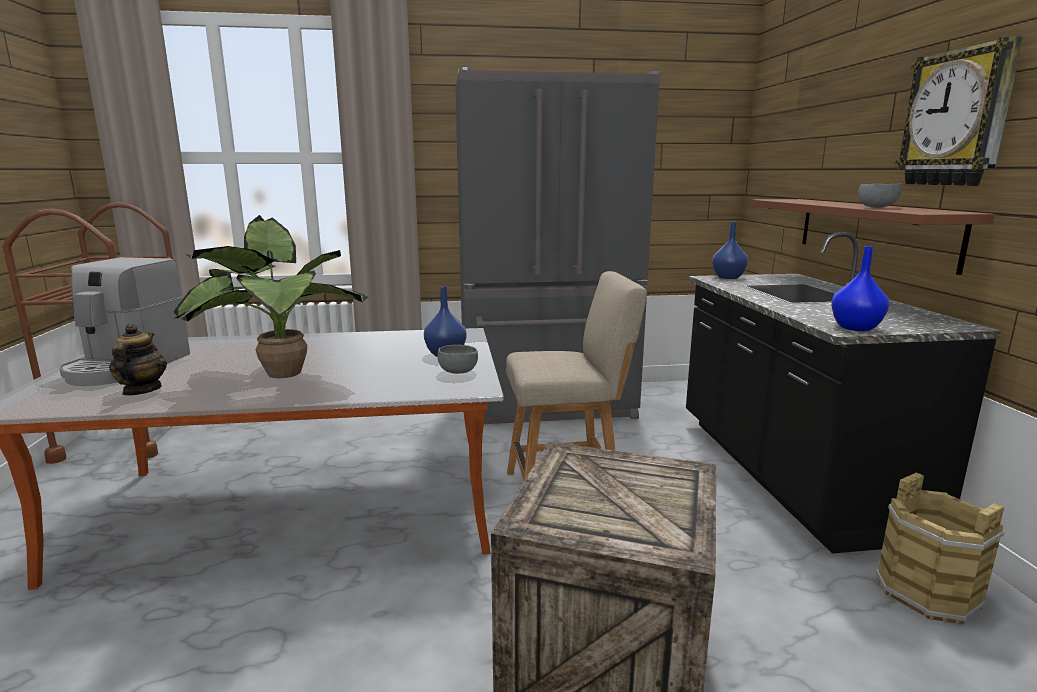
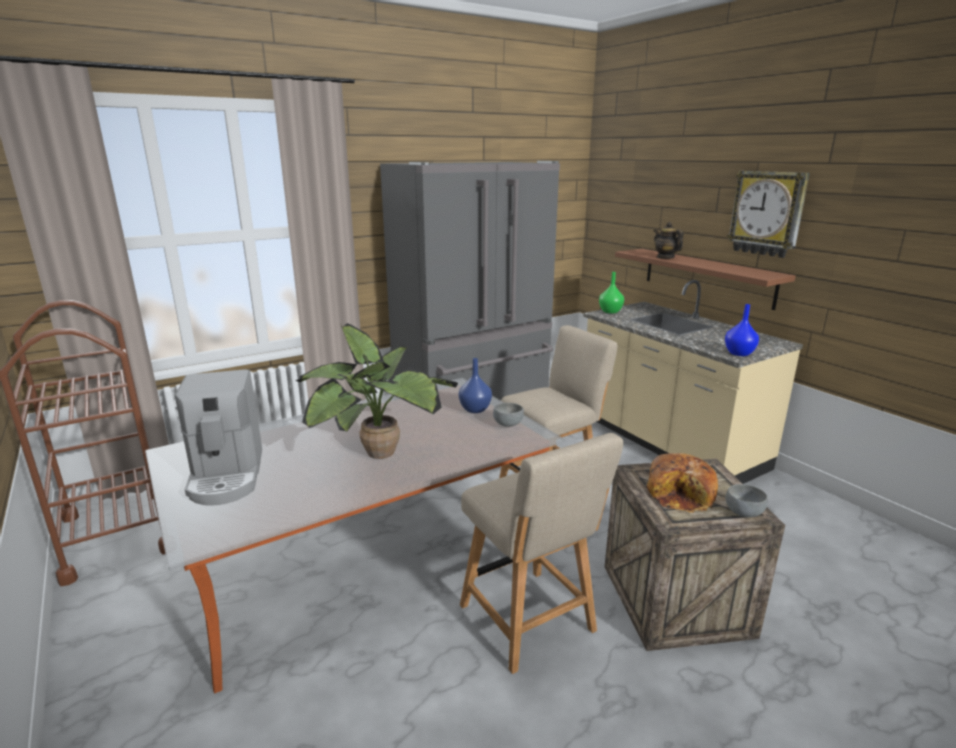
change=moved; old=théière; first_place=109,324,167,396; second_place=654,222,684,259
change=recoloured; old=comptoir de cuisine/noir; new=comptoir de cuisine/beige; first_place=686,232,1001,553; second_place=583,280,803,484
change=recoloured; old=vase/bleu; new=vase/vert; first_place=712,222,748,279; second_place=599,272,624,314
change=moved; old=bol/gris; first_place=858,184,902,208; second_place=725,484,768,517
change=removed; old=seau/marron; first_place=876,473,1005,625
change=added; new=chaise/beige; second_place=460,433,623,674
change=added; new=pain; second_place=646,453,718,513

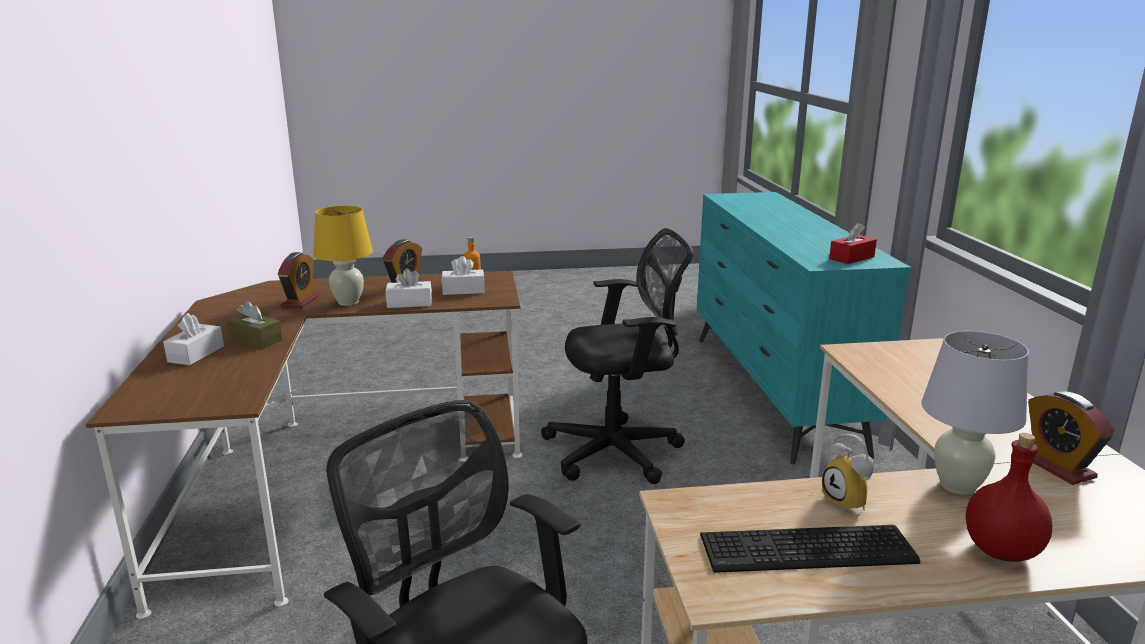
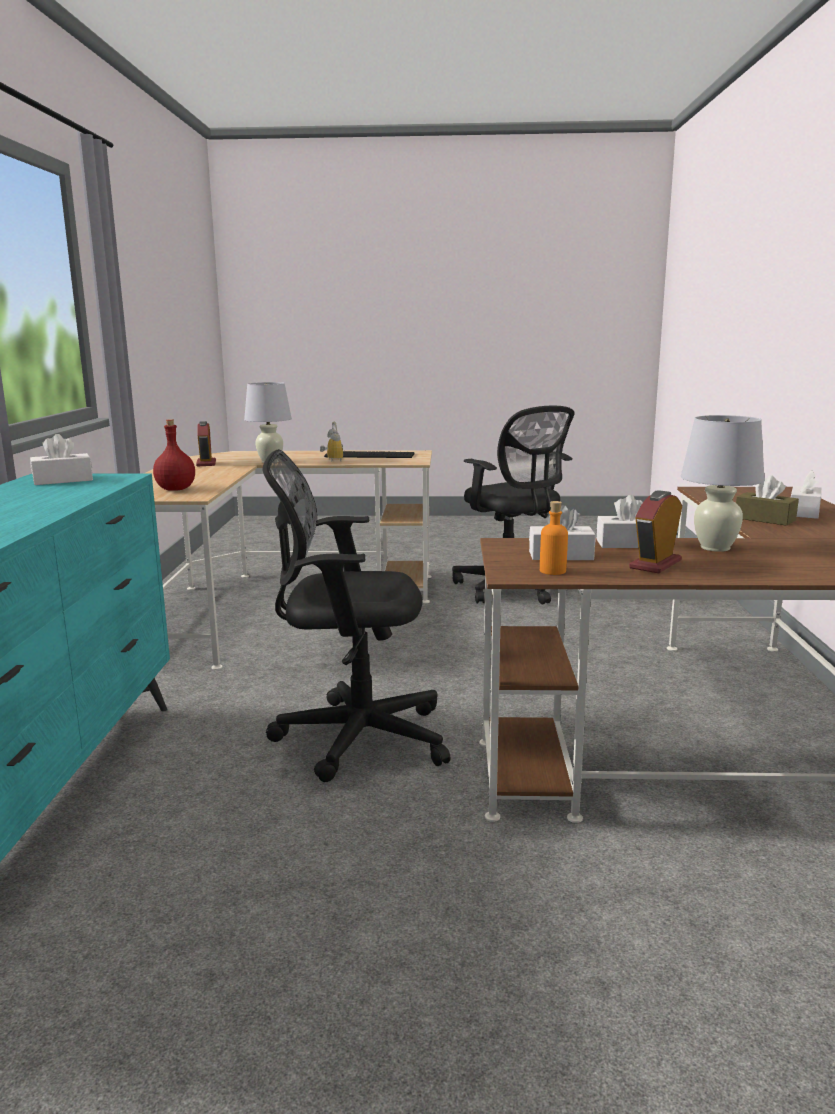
change=removed; old=réveil; first_place=278,252,319,309
change=recoloured; old=lampe de table/jaune; new=lampe de table/blanc; first_place=313,206,373,306; second_place=681,415,765,552
change=recoloured; old=boîte à mouchoirs/rouge; new=boîte à mouchoirs/blanc; first_place=829,222,877,264; second_place=30,434,93,485
change=moved; old=bouteille/rouge; first_place=966,433,1052,562; second_place=153,419,195,491

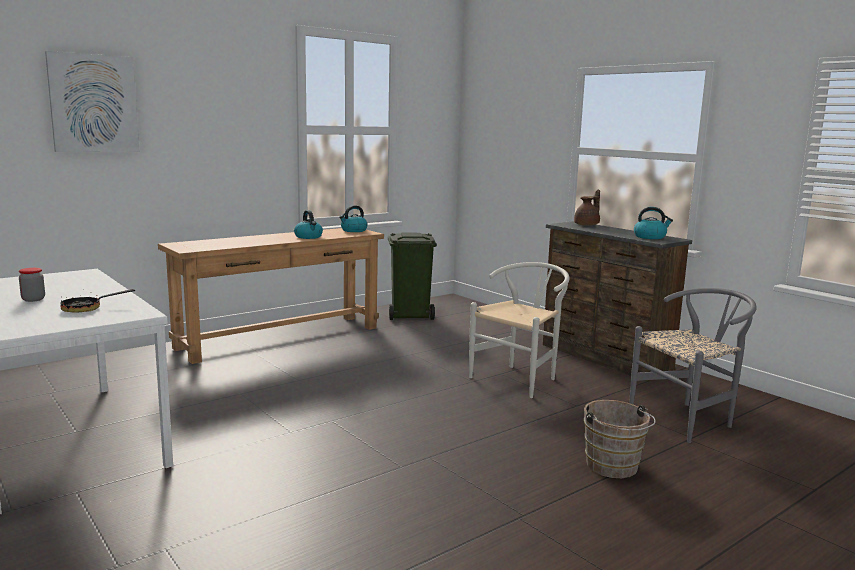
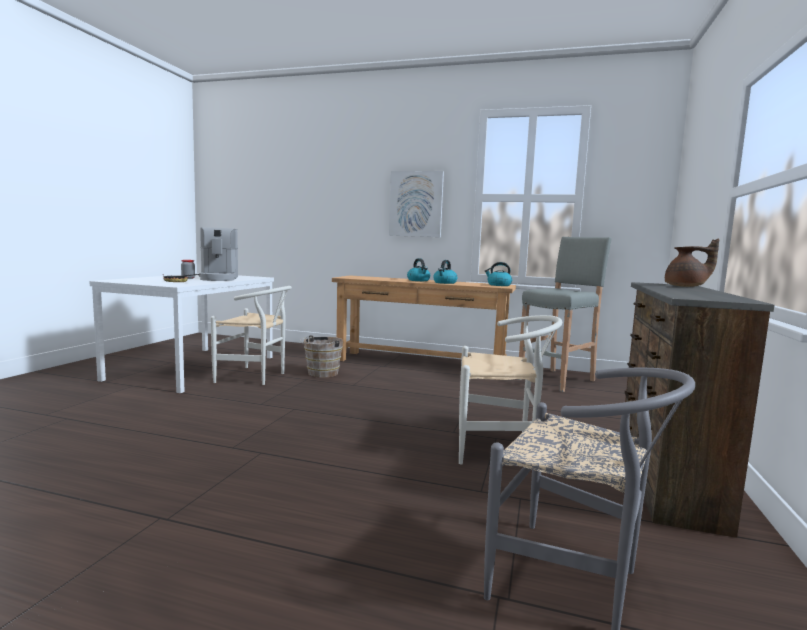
change=moved; old=tableau; first_place=45,51,140,152; second_place=389,171,444,237
change=replaced; old=poubelle/vert; new=tabouret/gris; first_place=388,233,437,320; second_place=517,237,612,392
change=moved; old=seau/marron; first_place=584,400,656,478; second_place=300,335,343,377
change=moved; old=bouilloire; first_place=634,207,673,239; second_place=407,258,430,281
change=added; new=machine à café; second_place=199,227,238,281
change=added; new=chaise/blanc; second_place=211,286,292,385

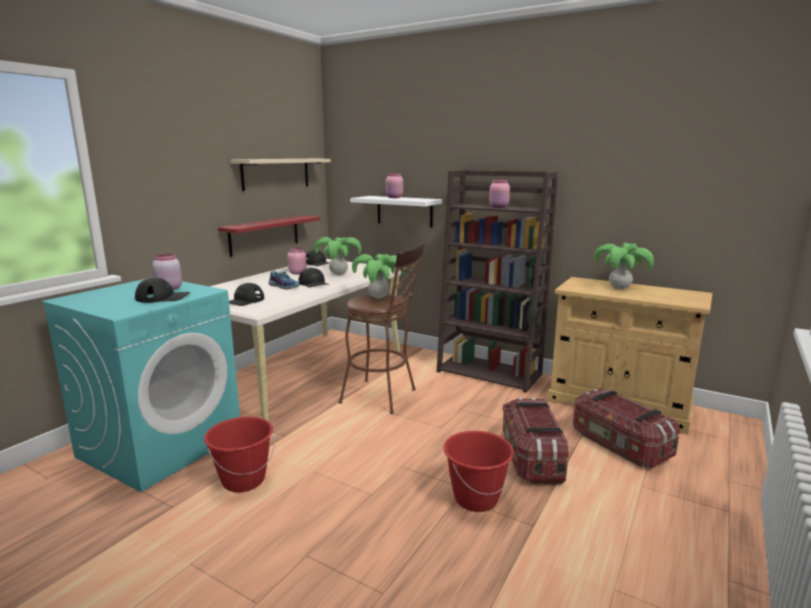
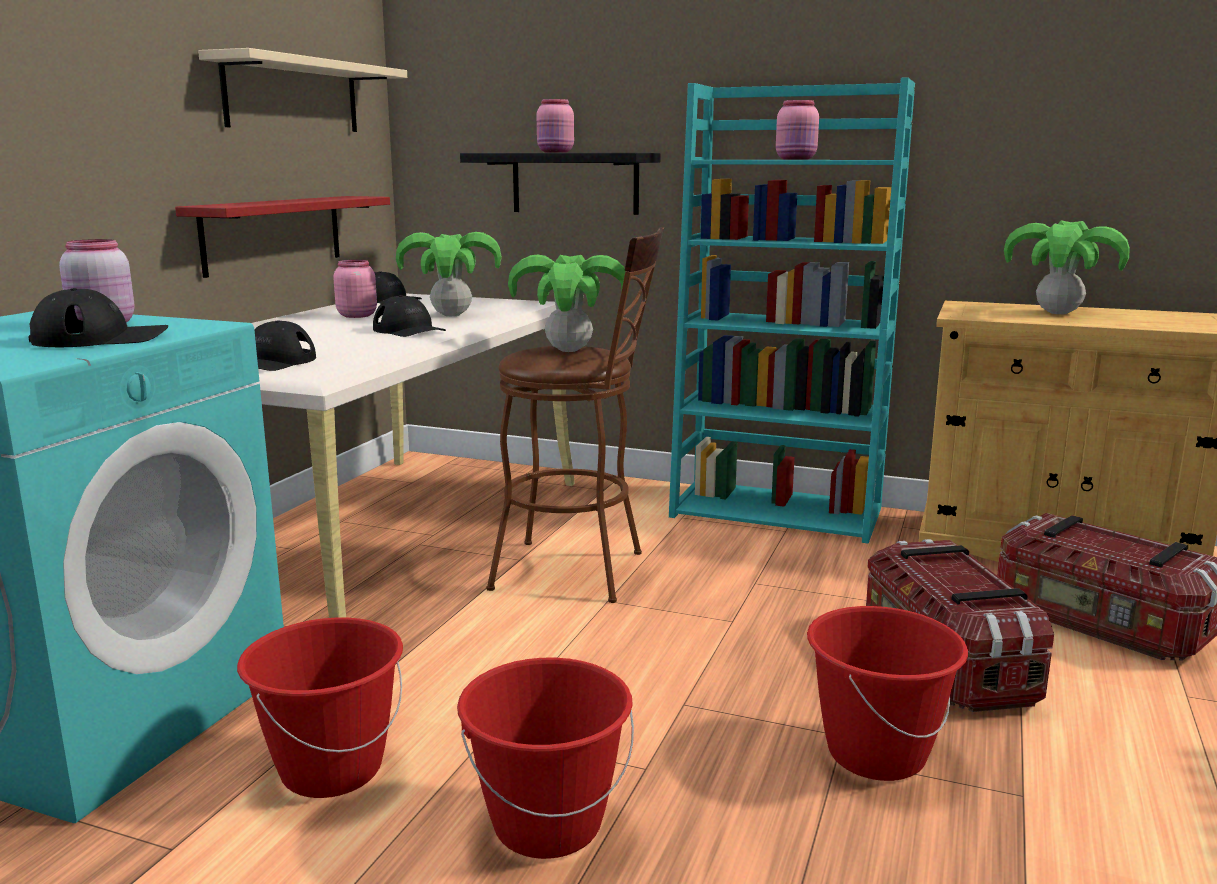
change=removed; old=chaussure; first_place=269,270,299,290
change=recoloured; old=étagère/blanc; new=étagère/noir; first_place=350,196,442,227; second_place=460,153,661,215
change=recoloured; old=bibliothèque/marron; new=bibliothèque/turquoise; first_place=437,170,558,393; second_place=669,77,915,543
change=added; new=seau/rouge; second_place=457,658,634,859

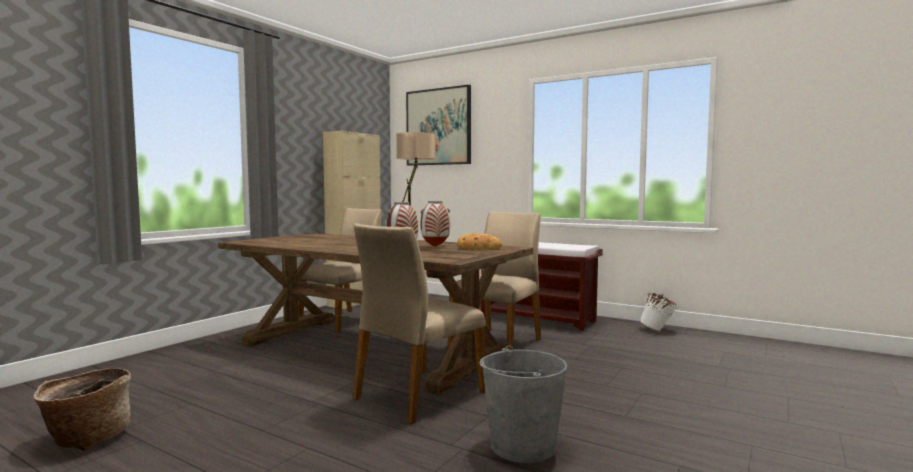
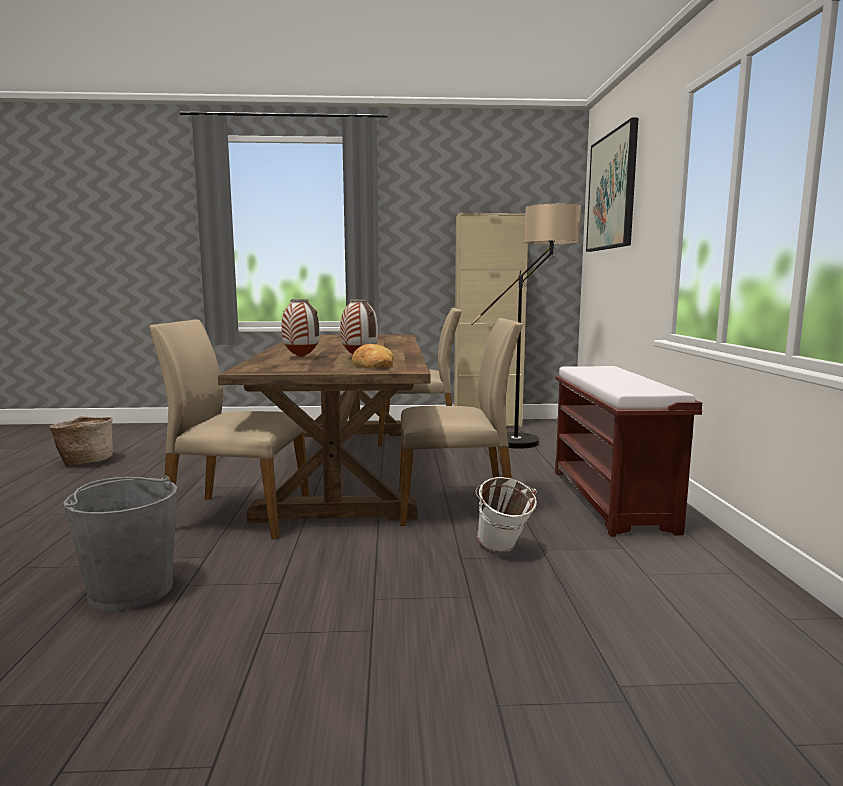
change=moved; old=seau/blanc; first_place=640,292,679,331; second_place=476,477,537,552

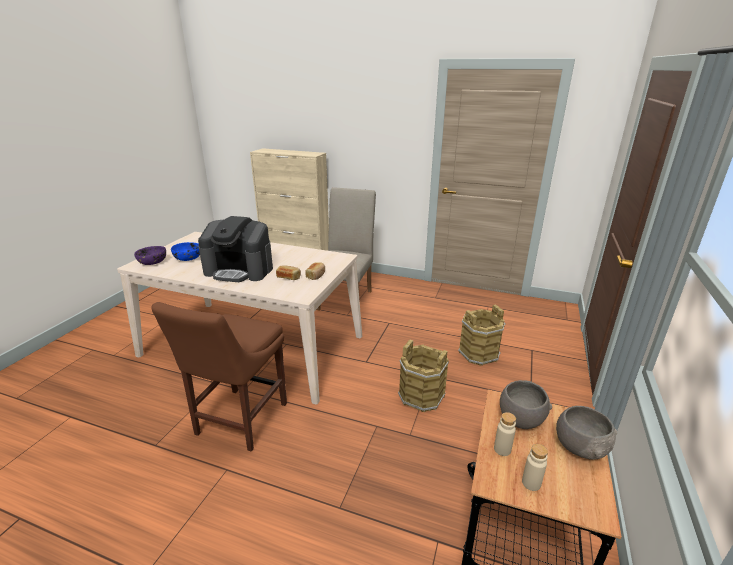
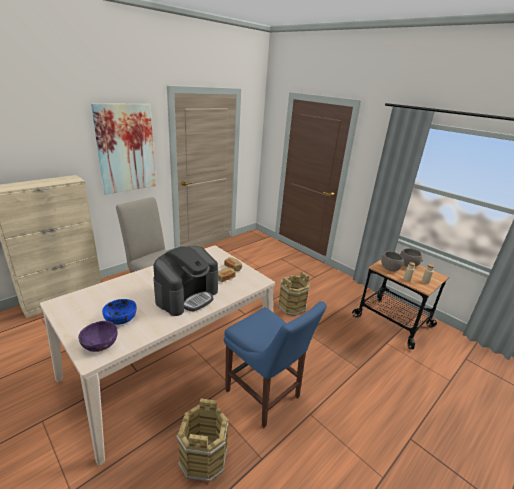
change=recoloured; old=chaise/marron; new=chaise/bleu; first_place=151,302,287,452; second_place=224,301,327,428
change=moved; old=seau/marron; first_place=458,305,506,366; second_place=177,399,229,482
change=added; new=tableau; second_place=91,104,156,195

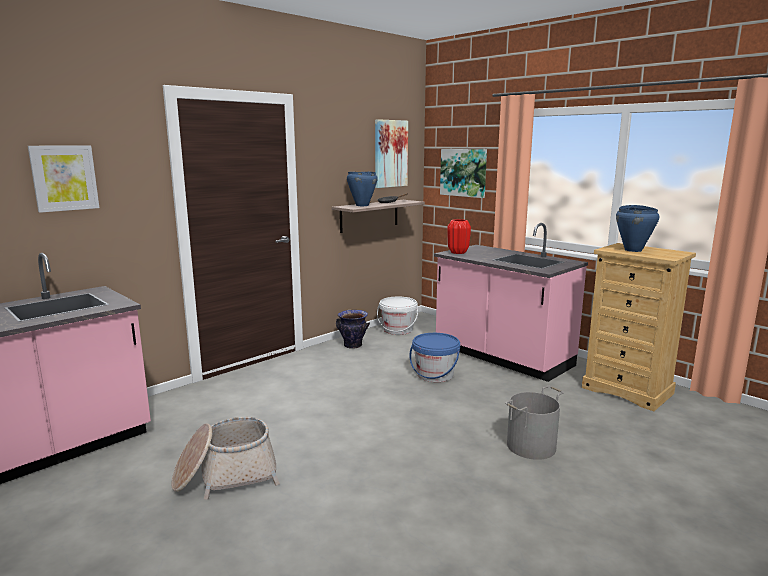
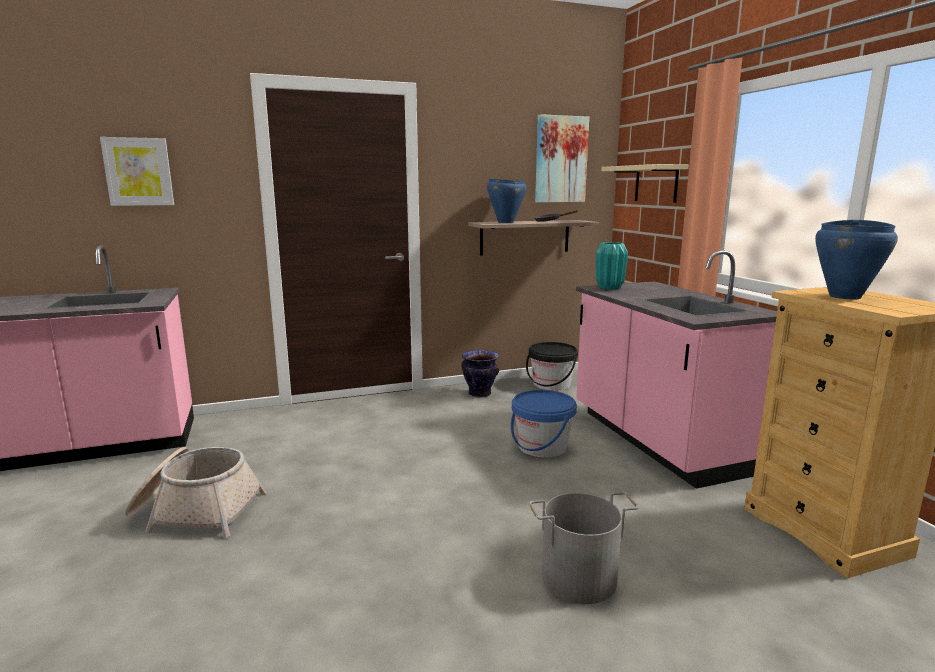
change=recoloured; old=seau/blanc; new=seau/noir; first_place=377,297,418,335; second_place=526,342,578,391
change=replaced; old=tableau; new=étagère/beige; first_place=440,149,487,198; second_place=601,164,689,203
change=recoloured; old=vase/rouge; new=vase/turquoise; first_place=447,219,471,254; second_place=596,242,628,290

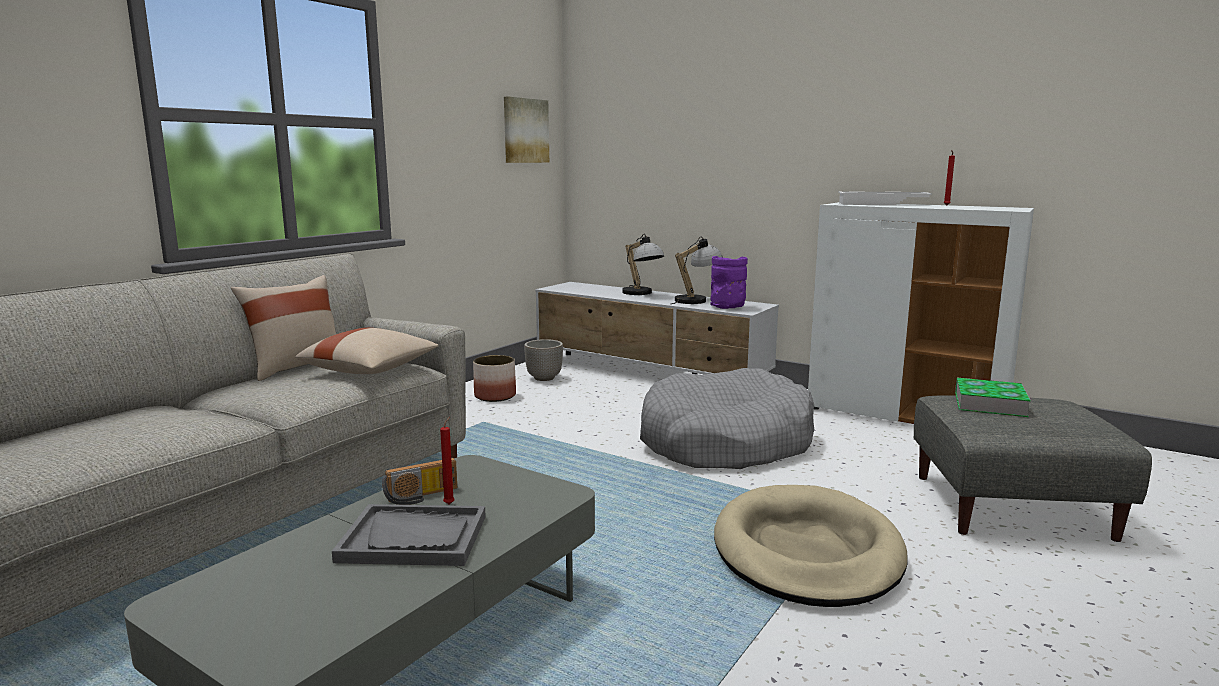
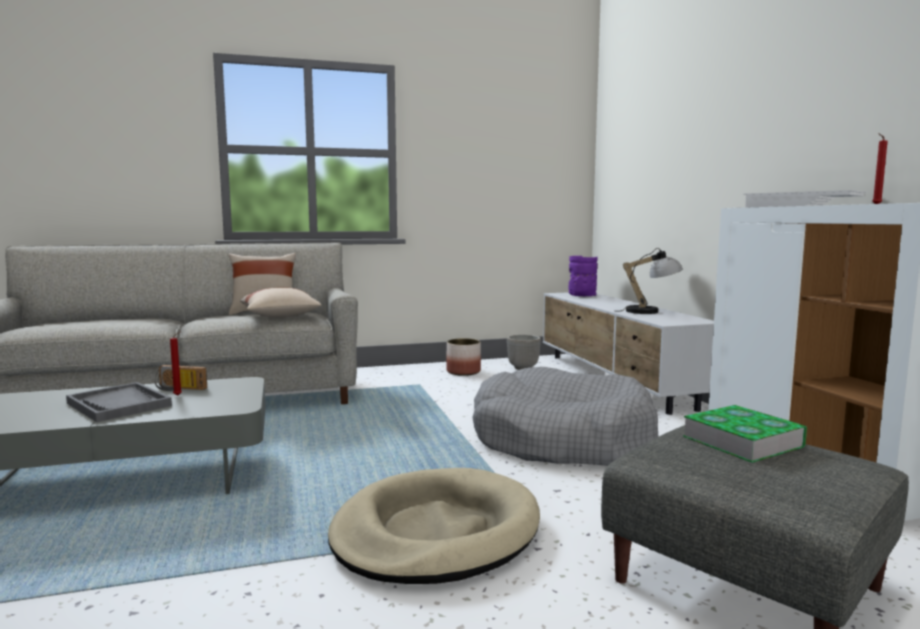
change=removed; old=tableau; first_place=504,96,549,163
change=removed; old=lampe de table; first_place=622,233,664,295
change=moved; old=vase/violet; first_place=710,256,748,309; second_place=569,256,598,296

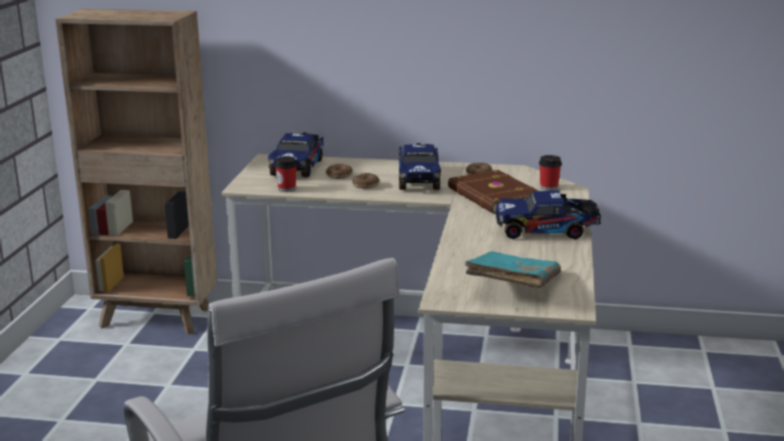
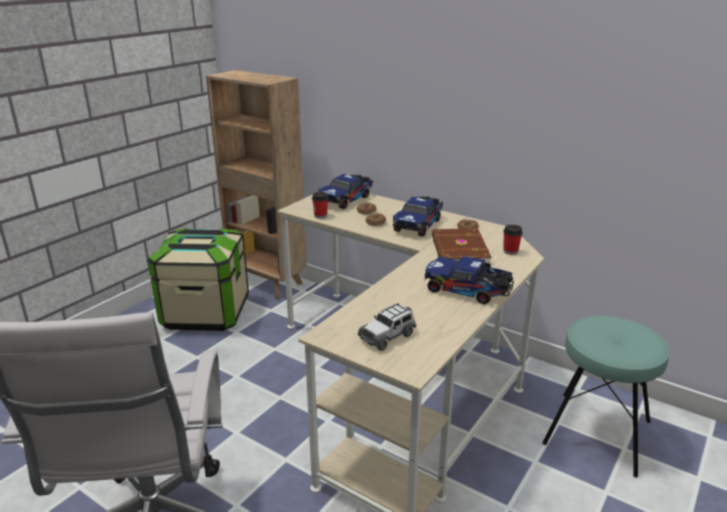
change=replaced; old=livre/turquoise; new=petite voiture; first_place=465,251,561,288; second_place=358,303,417,351
change=added; new=boîte de rangement; second_place=148,228,249,331
change=added; new=tabouret/turquoise; second_place=542,316,670,478

